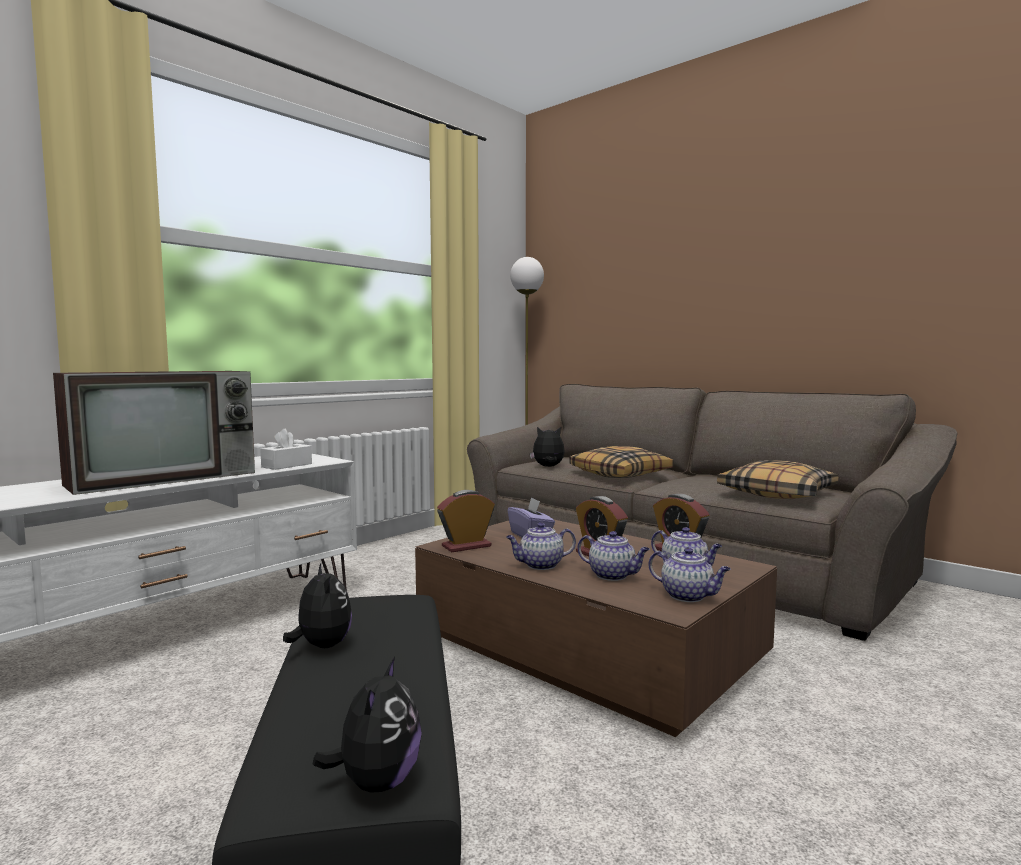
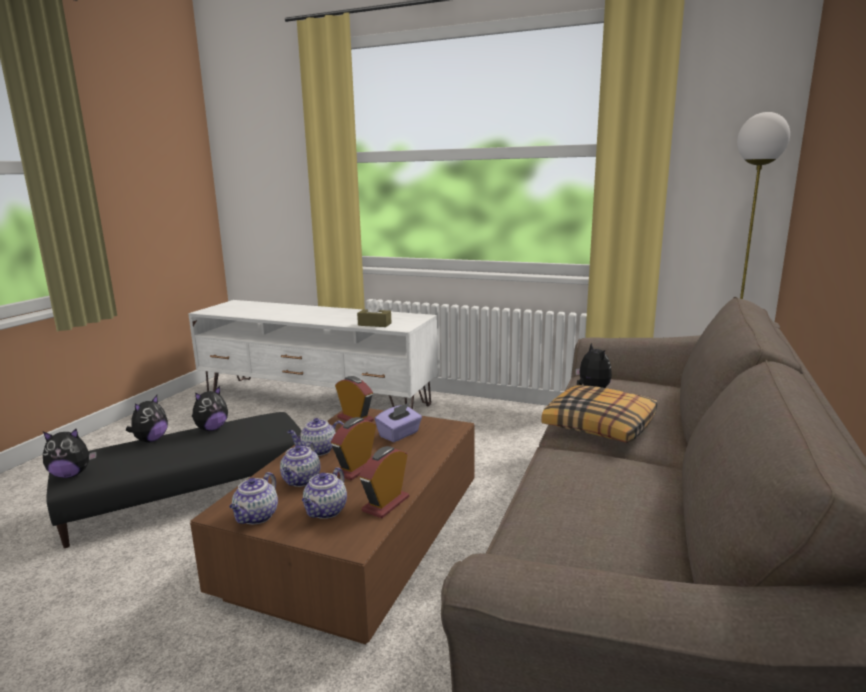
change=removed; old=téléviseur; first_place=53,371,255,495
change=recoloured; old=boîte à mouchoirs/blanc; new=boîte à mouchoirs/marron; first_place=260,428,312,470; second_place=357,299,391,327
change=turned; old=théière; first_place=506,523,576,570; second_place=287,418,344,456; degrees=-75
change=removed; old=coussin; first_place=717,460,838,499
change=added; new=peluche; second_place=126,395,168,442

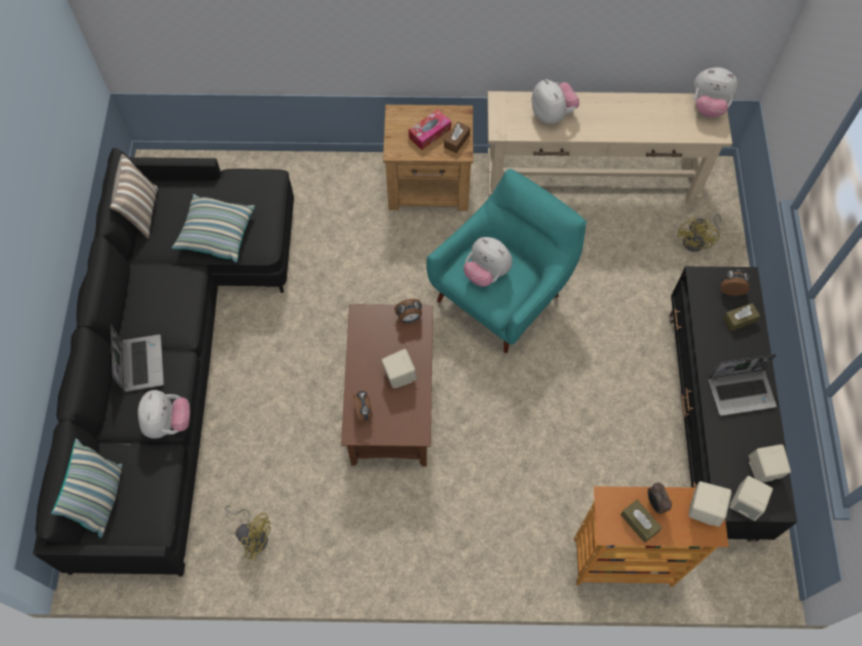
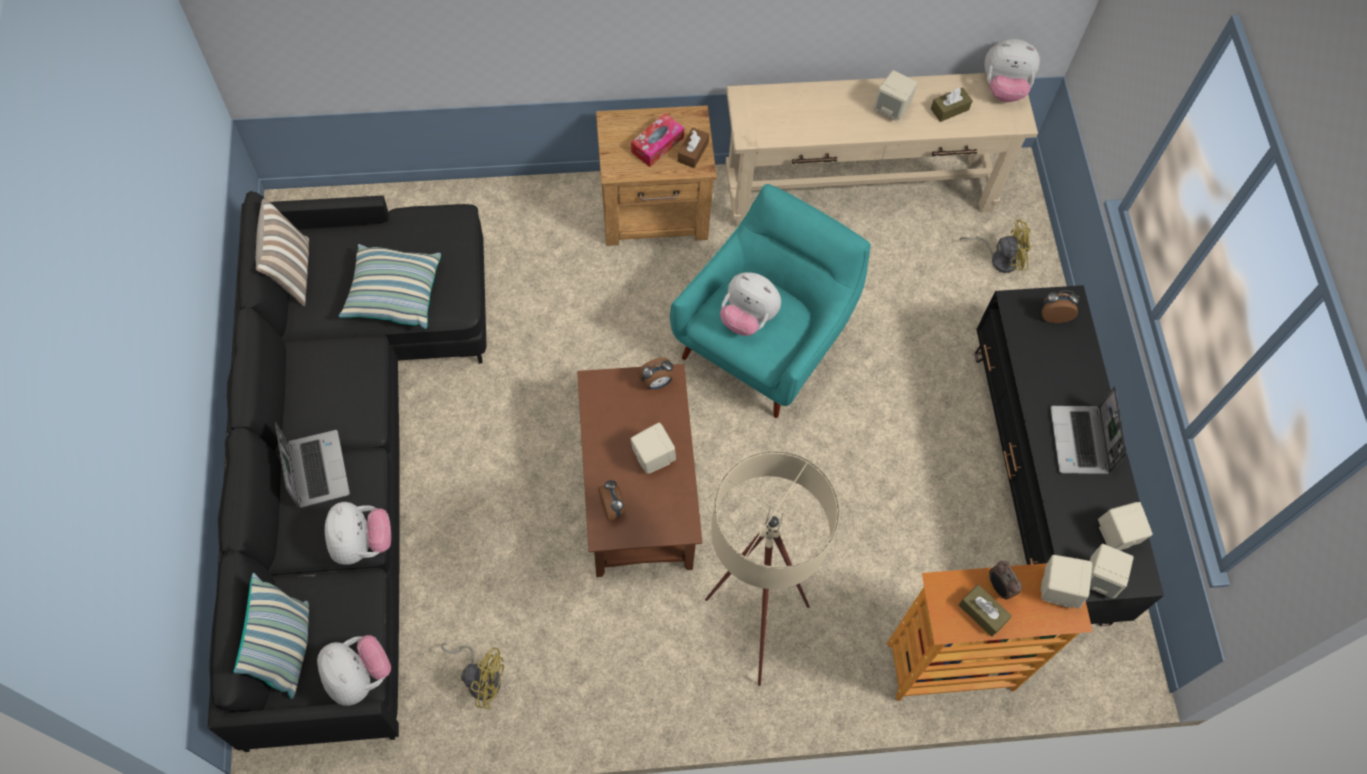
change=moved; old=peluche; first_place=532,79,579,124; second_place=317,635,391,706
change=turned; old=ventilateur/jaune; first_place=677,214,721,252; second_place=960,219,1031,273; degrees=-105
change=turned; old=ordinateur portable; first_place=708,354,777,416; second_place=1050,386,1127,474; degrees=105
change=moved; old=boîte à mouchoirs/marron; first_place=723,303,760,331; second_place=931,87,973,122
change=added; new=lampadaire/beige; second_place=705,451,839,686
change=added; new=enceinte/beige; second_place=873,70,918,122

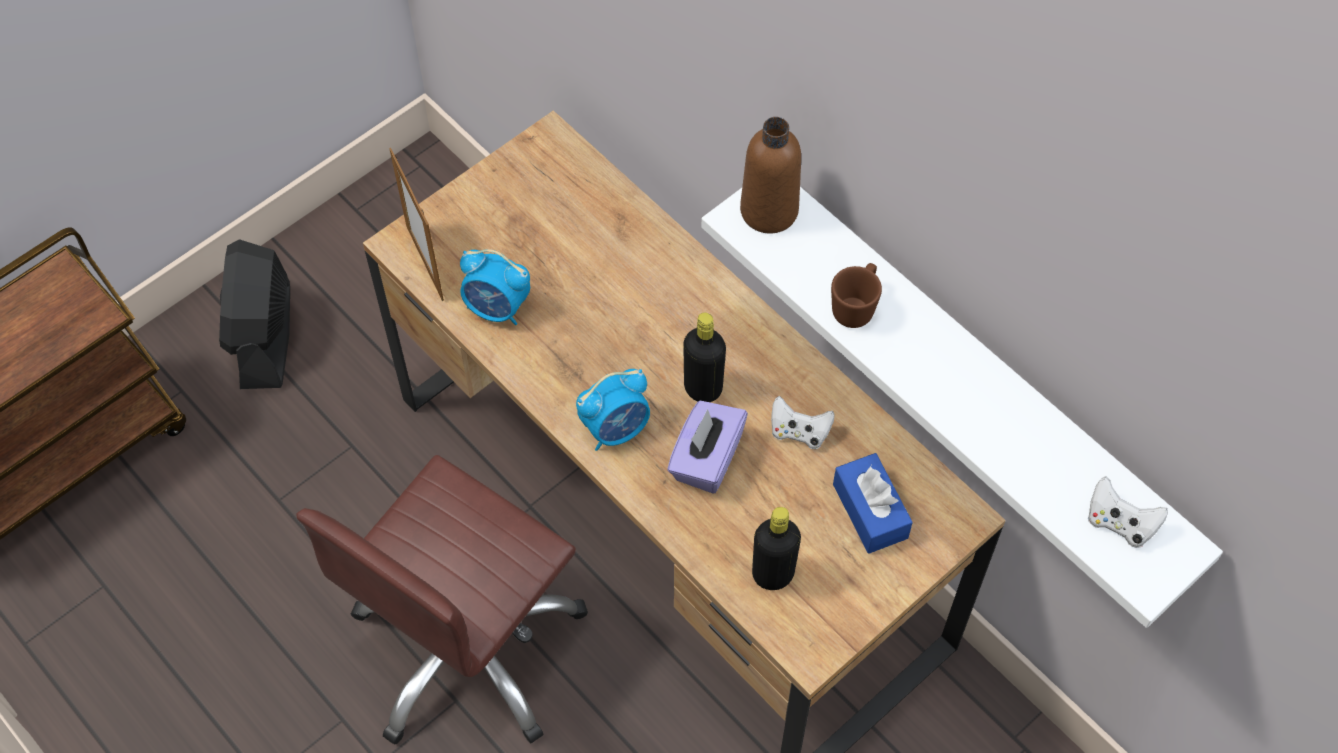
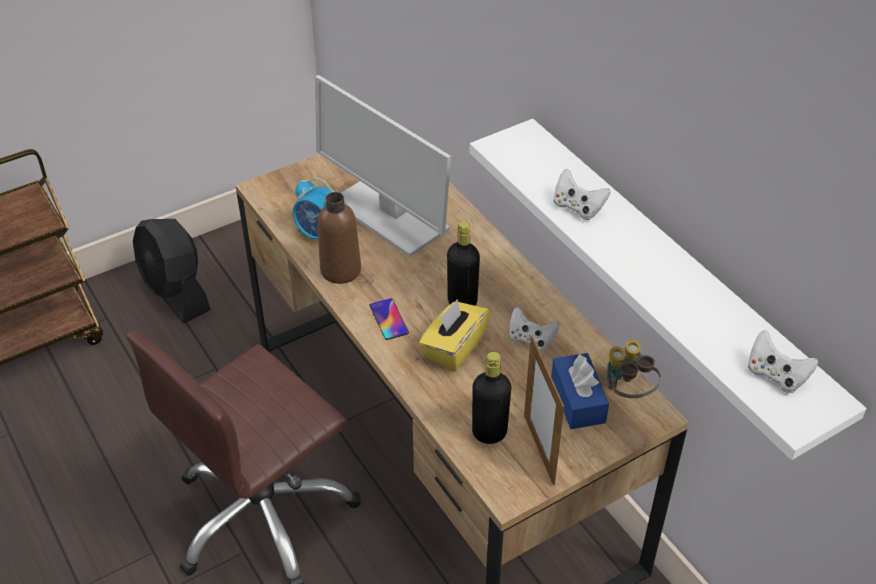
change=turned; old=ventilateur/noir; first_place=219,239,290,389; second_place=133,219,211,323; degrees=-45
change=moved; old=cadre photo; first_place=389,148,444,301; second_place=524,335,564,486
change=replaced; old=réveil; new=téléphone; first_place=576,369,650,451; second_place=369,298,409,340
change=recoloured; old=boîte à mouchoirs/violet; new=boîte à mouchoirs/jaune; first_place=667,401,748,493; second_place=419,299,490,371
change=moved; old=bouteille/marron; first_place=740,117,801,234; second_place=318,192,361,284
change=replaced; old=mug/marron; new=manette/blanc; first_place=831,263,882,328; second_place=554,169,610,220
change=added; new=écran d'ordinateur; second_place=315,75,451,257
change=added; new=jumelles; second_place=607,340,661,398

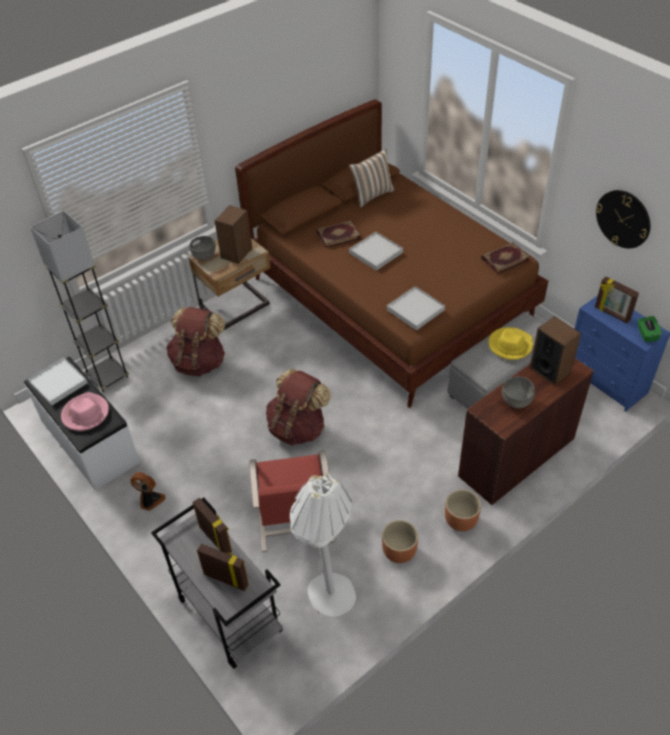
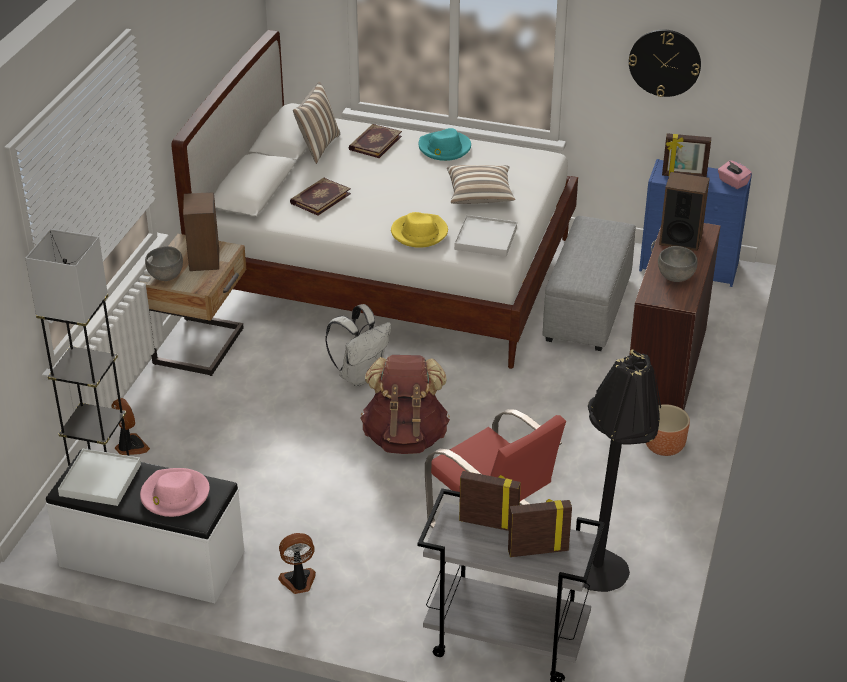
change=removed; old=sac à dos/marron; first_place=166,307,225,376
change=recoloured; old=lit/marron; new=lit/blanc; first_place=235,99,548,408; second_place=171,30,578,369
change=recoloured; old=lampadaire/blanc; new=lampadaire/noir; first_place=290,473,356,617; second_place=583,349,661,592
change=removed; old=plateau/blanc; first_place=349,232,403,271
change=removed; old=cache-pot/marron; first_place=382,520,418,563
change=moved; old=livre; first_place=481,242,530,274; second_place=349,124,402,158
change=moved; old=chapeau/jaune; first_place=488,327,533,360; second_place=391,212,448,248
change=recoloured; old=boîte à mouchoirs/vert; new=boîte à mouchoirs/rose; first_place=638,316,662,342; second_place=718,160,752,189
change=added; new=ventilateur; second_place=112,398,150,455
change=added; new=sac à dos/blanc; second_place=325,304,391,386
change=added; new=chapeau/turquoise; second_place=419,128,471,161
change=added; new=coussin; second_place=447,165,515,204

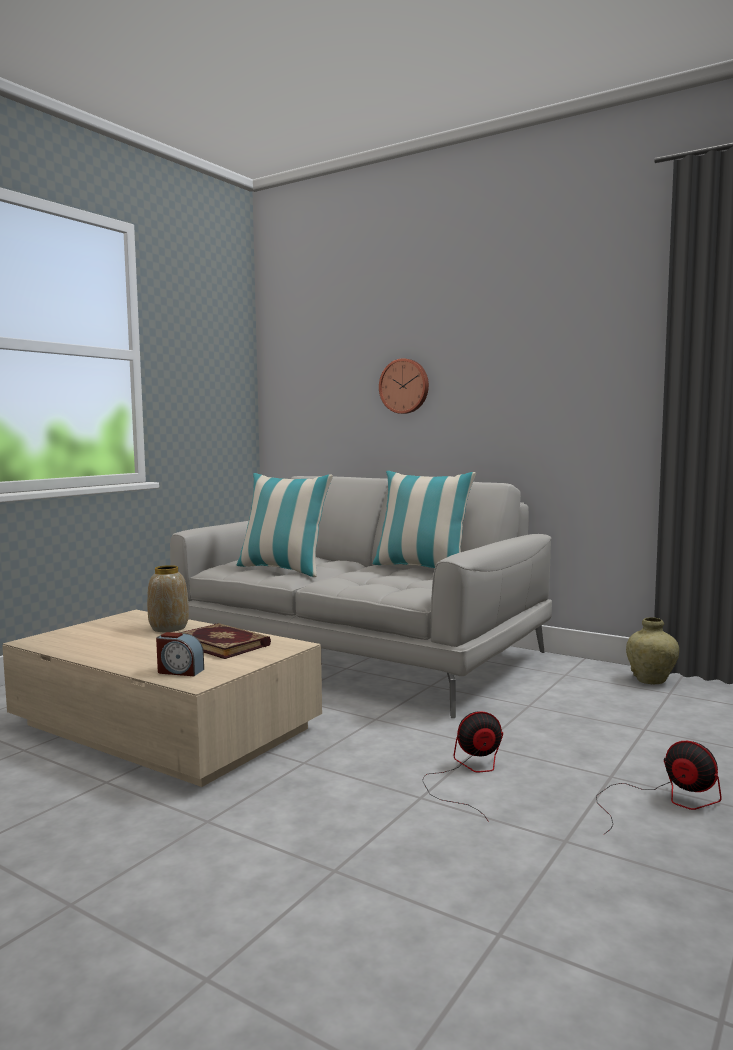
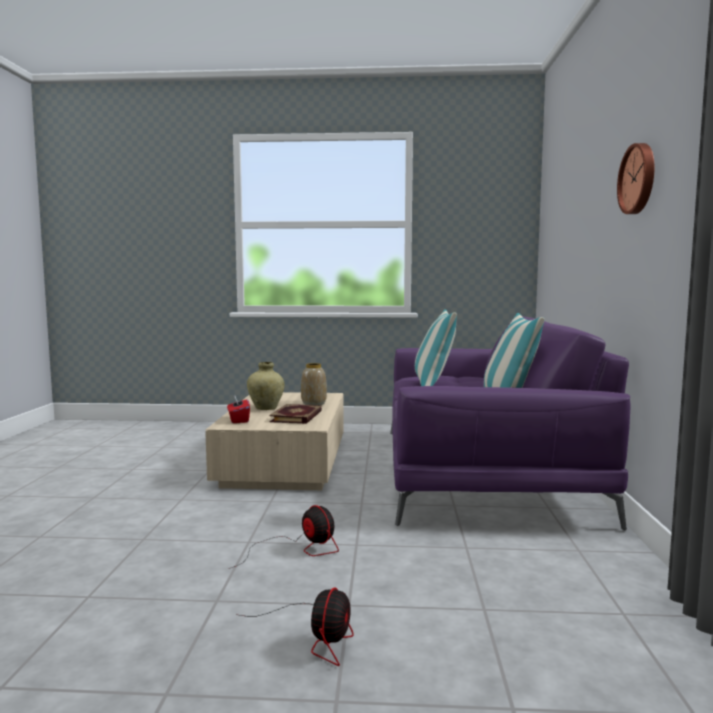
change=replaced; old=réveil; new=boîte à mouchoirs/rouge; first_place=156,632,204,676; second_place=227,396,250,423
change=recoloured; old=canapé/gris; new=canapé/violet; first_place=170,476,552,718; second_place=390,316,631,531
change=moved; old=horloge murale; first_place=379,358,429,414; second_place=617,143,654,214
change=moved; old=vase/beige; first_place=626,617,679,684; second_place=247,362,285,410

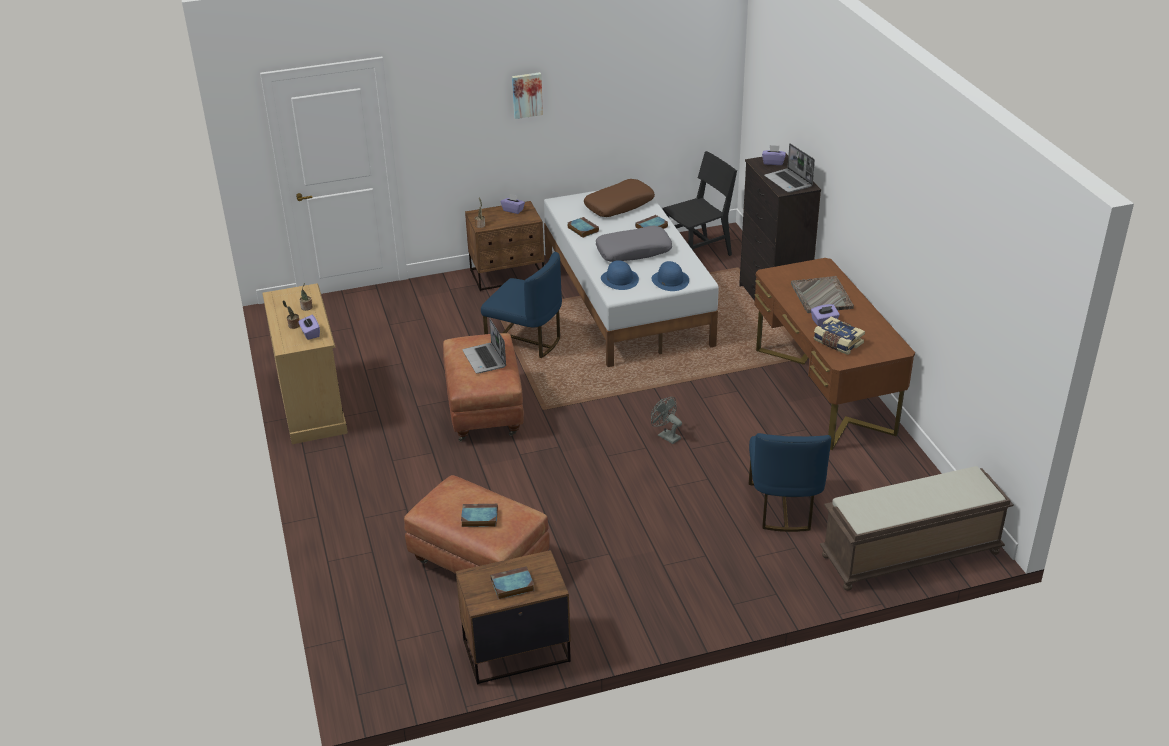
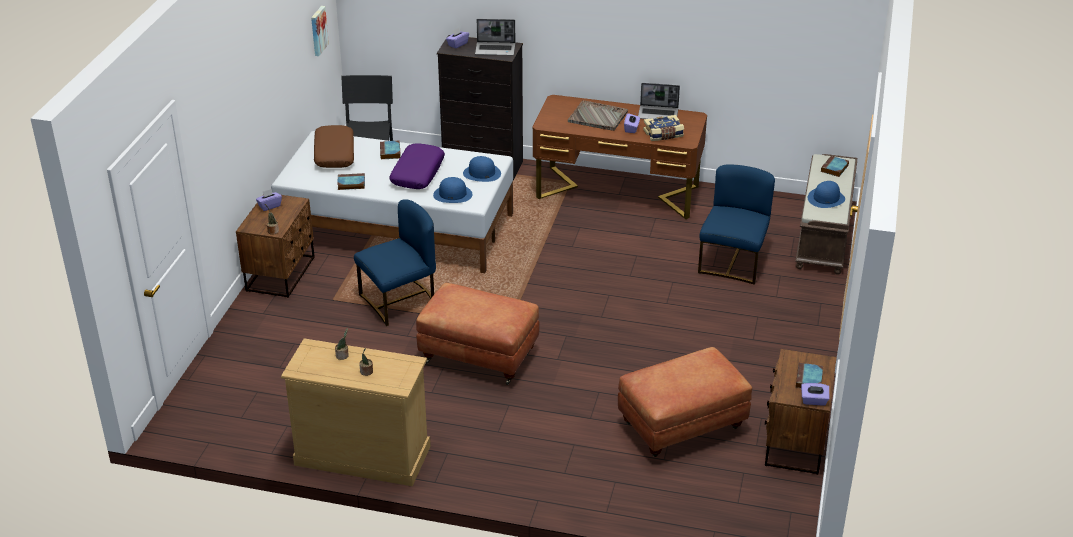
change=moved; old=boîte à mouchoirs/violet; first_place=298,315,320,340; second_place=801,383,830,405
change=moved; old=livre; first_place=461,504,498,527; second_place=821,156,849,177
change=moved; old=ordinateur portable; first_place=462,318,506,374; second_place=638,83,680,119
change=moved; old=tableau; first_place=512,72,543,119; second_place=311,6,329,56
change=recoloured; old=coussin/gris; new=coussin/violet; first_place=596,226,672,262; second_place=389,143,445,189
change=removed; old=ventilateur/gris; first_place=651,397,682,444
change=turned; old=chaise/bleu; first_place=749,433,831,532; second_place=698,164,775,285; degrees=-105
change=added; new=chapeau/bleu; second_place=808,181,845,208

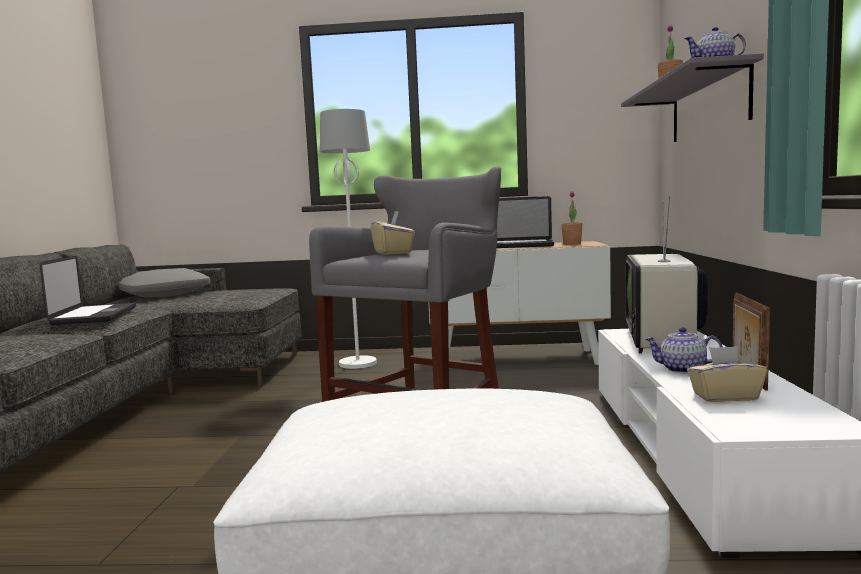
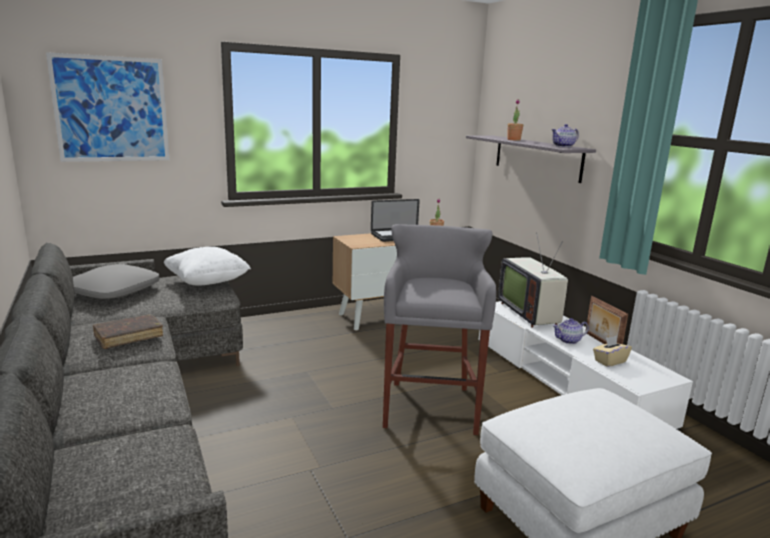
change=replaced; old=ordinateur portable; new=livre/marron; first_place=40,256,136,325; second_place=93,315,163,349
change=removed; old=lampadaire/blanc; first_place=320,109,377,369
change=removed; old=boîte à mouchoirs/beige; first_place=371,211,415,255
change=added; new=tableau; second_place=46,52,169,162
change=added; new=coussin/blanc; second_place=164,247,251,286

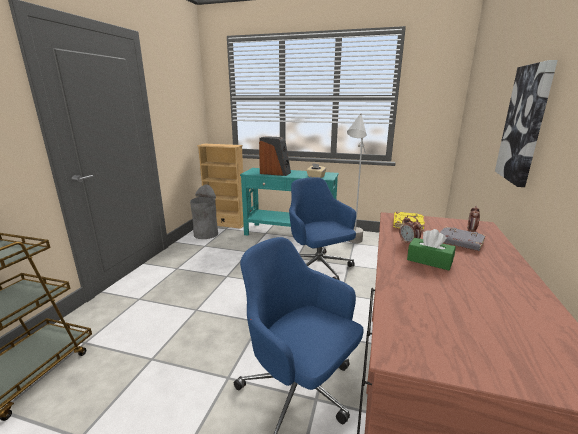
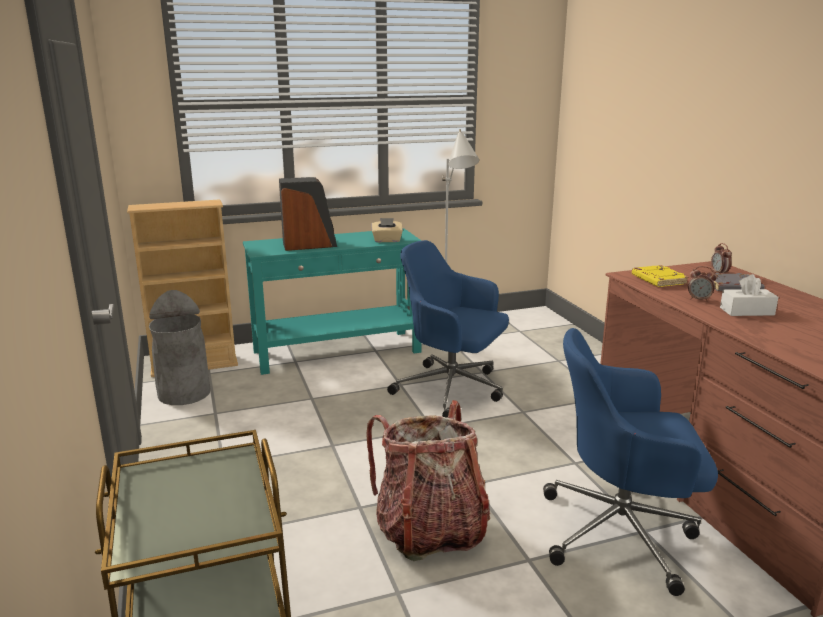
change=recoloured; old=boîte à mouchoirs/vert; new=boîte à mouchoirs/blanc; first_place=407,229,456,270; second_place=720,274,778,316
change=removed; old=tableau; first_place=495,60,558,187
change=added; new=sac à dos; second_place=366,400,490,561

